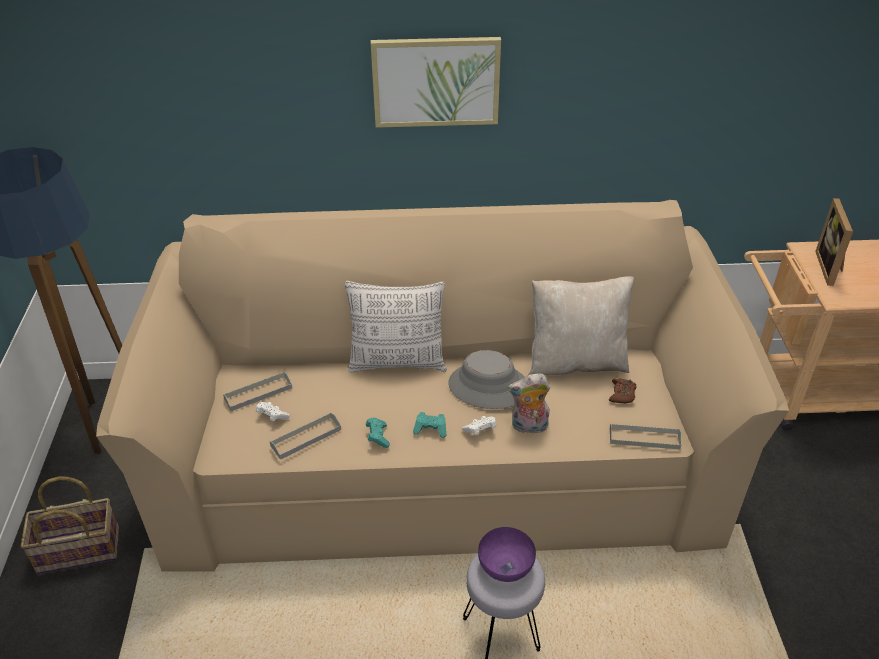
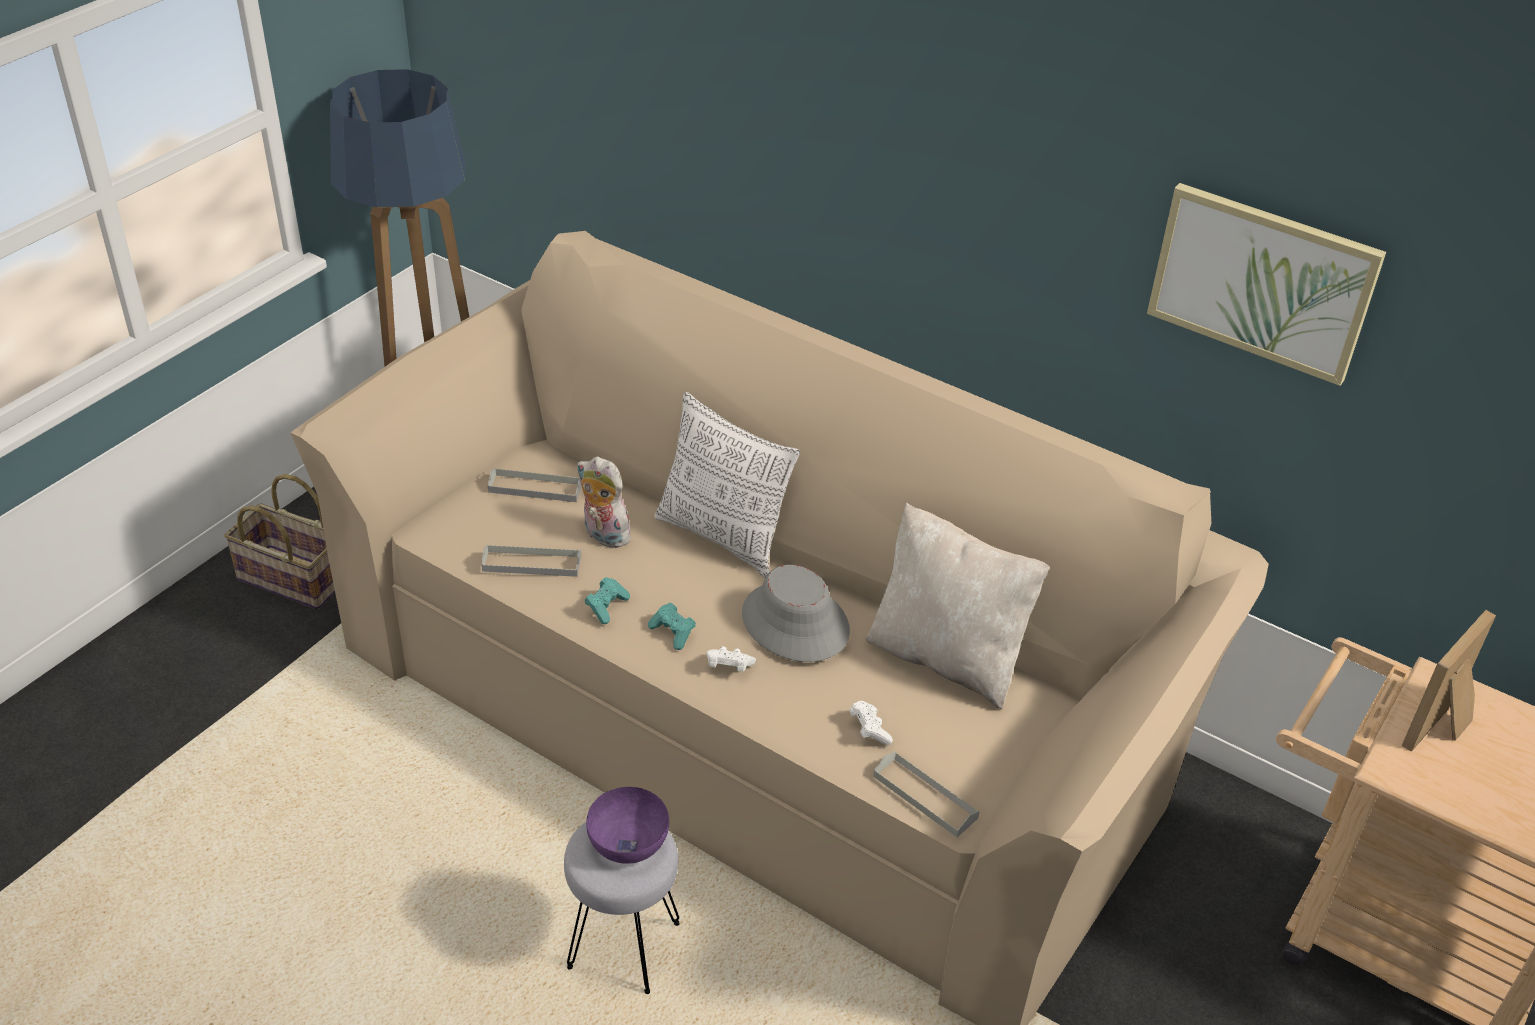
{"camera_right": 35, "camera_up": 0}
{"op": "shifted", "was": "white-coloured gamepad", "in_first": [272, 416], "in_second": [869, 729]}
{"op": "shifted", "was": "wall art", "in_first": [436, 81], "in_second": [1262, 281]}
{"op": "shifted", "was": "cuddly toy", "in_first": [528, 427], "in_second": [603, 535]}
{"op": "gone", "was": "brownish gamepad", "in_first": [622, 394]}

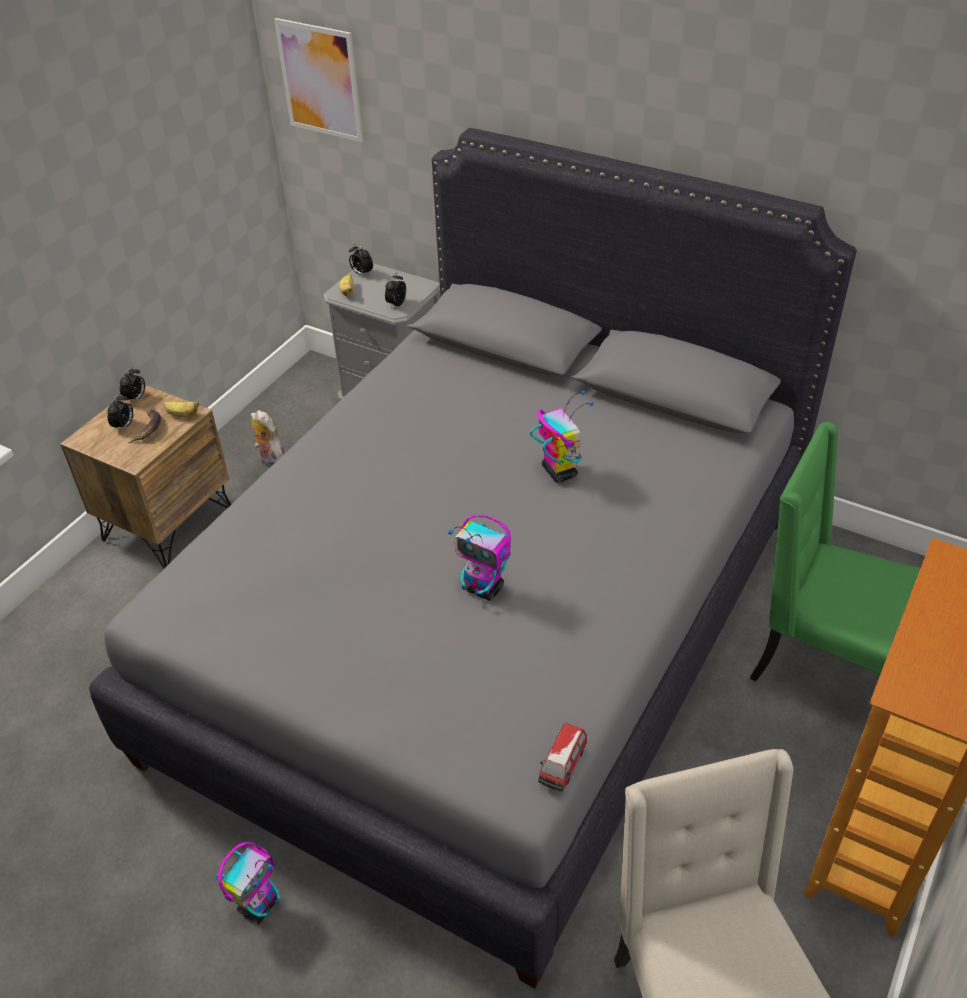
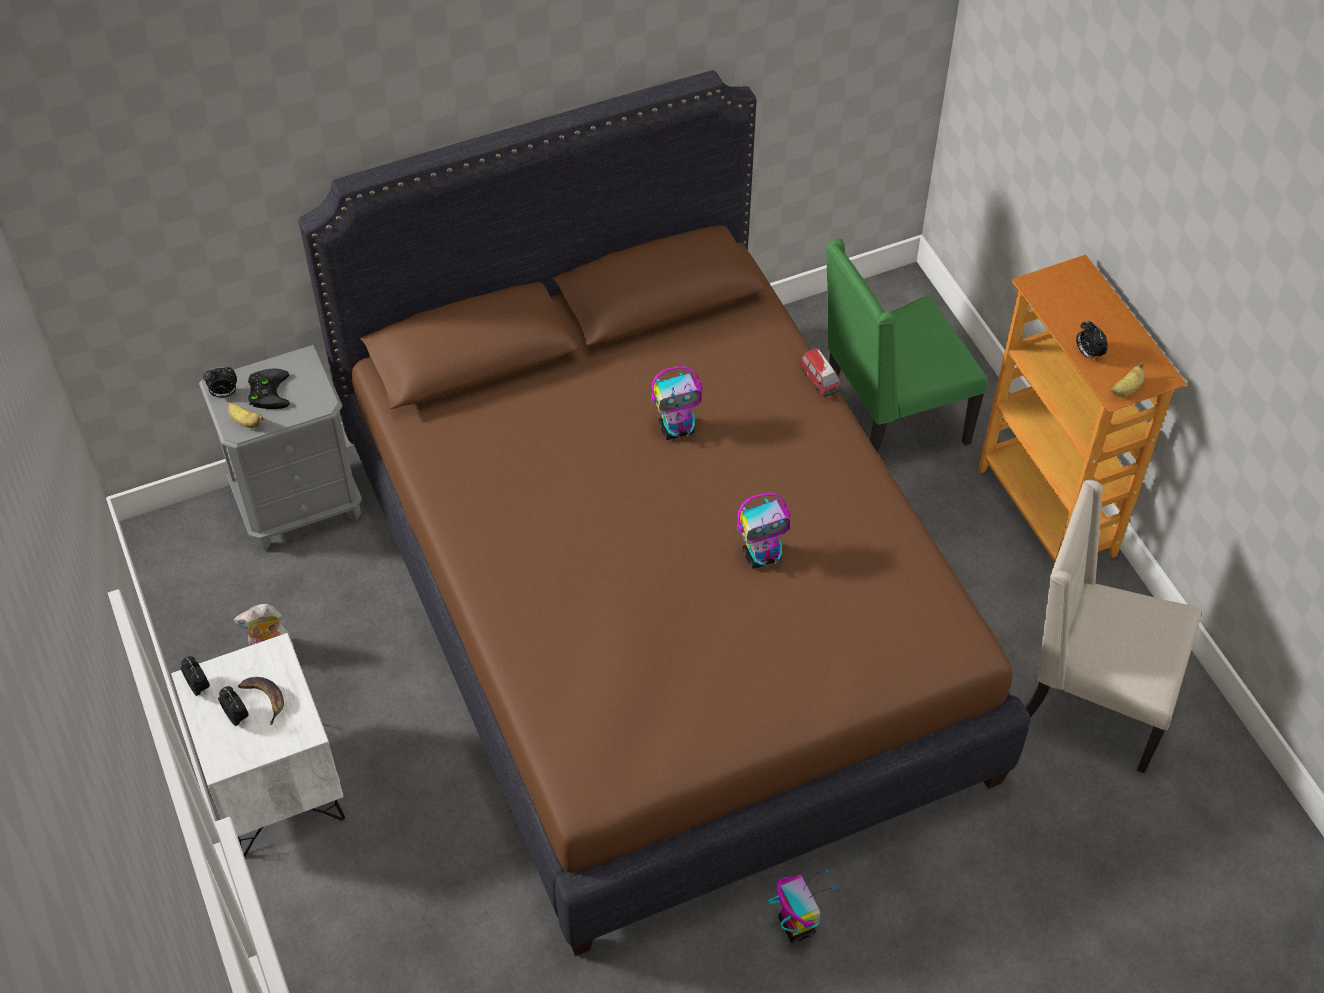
{"camera_right": -55, "camera_up": 10}
{"op": "repainted", "was": "brownish nightstand", "now": "white-coloured nightstand", "in_first": [167, 523], "in_second": [274, 787]}
{"op": "repainted", "was": "gray sleeping bed", "now": "brownish sleeping bed", "in_first": [488, 629], "in_second": [659, 609]}
{"op": "shifted", "was": "whole banana", "in_first": [182, 415], "in_second": [1126, 389]}
{"op": "gone", "was": "wall art", "in_first": [320, 80]}
{"op": "shifted", "was": "table clock", "in_first": [396, 304], "in_second": [1087, 353]}
{"op": "rotated", "was": "model robot", "in_first": [558, 471], "in_second": [677, 429], "clockwise": 150}
{"op": "shifted", "was": "model car", "in_first": [563, 766], "in_second": [820, 381]}
{"op": "new", "now": "blackish gamepad", "in_second": [267, 391]}

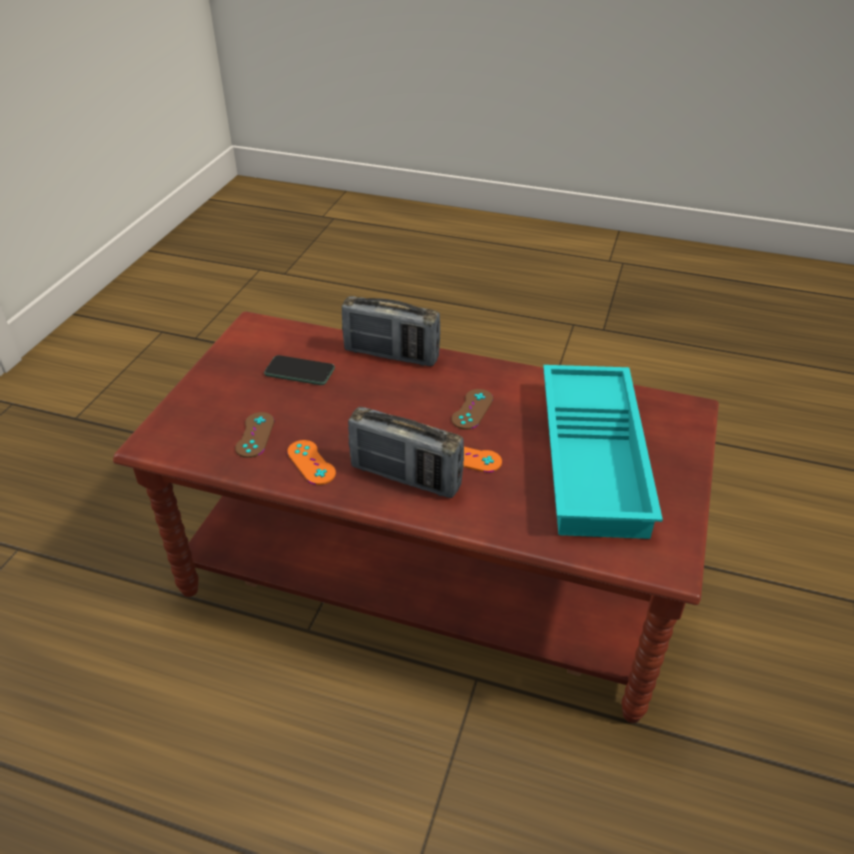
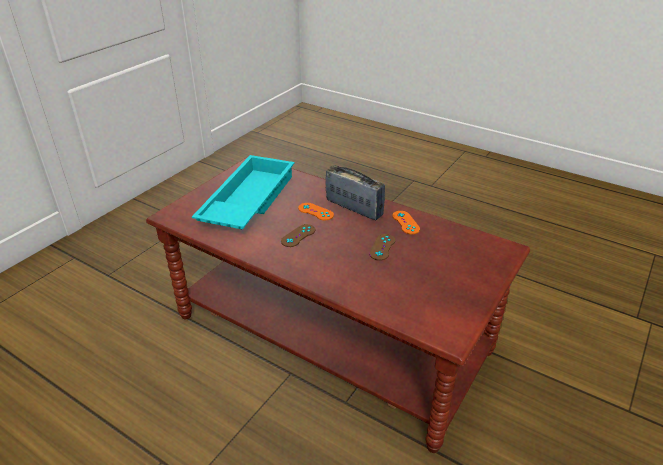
{"camera_right": -165, "camera_up": -5}
{"op": "shifted", "was": "brownish gamepad", "in_first": [255, 435], "in_second": [382, 247]}
{"op": "gone", "was": "handset", "in_first": [299, 371]}
{"op": "gone", "was": "radio", "in_first": [391, 355]}

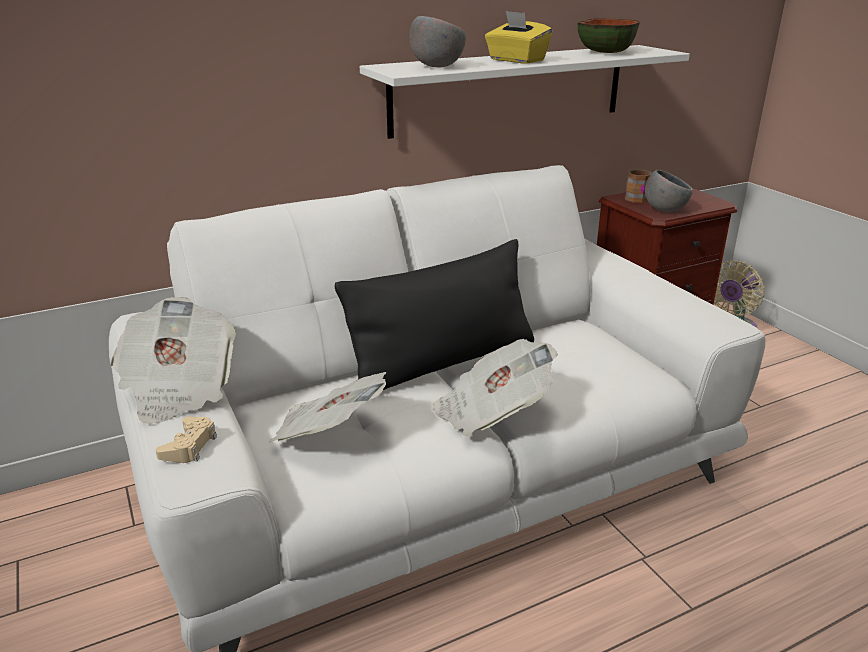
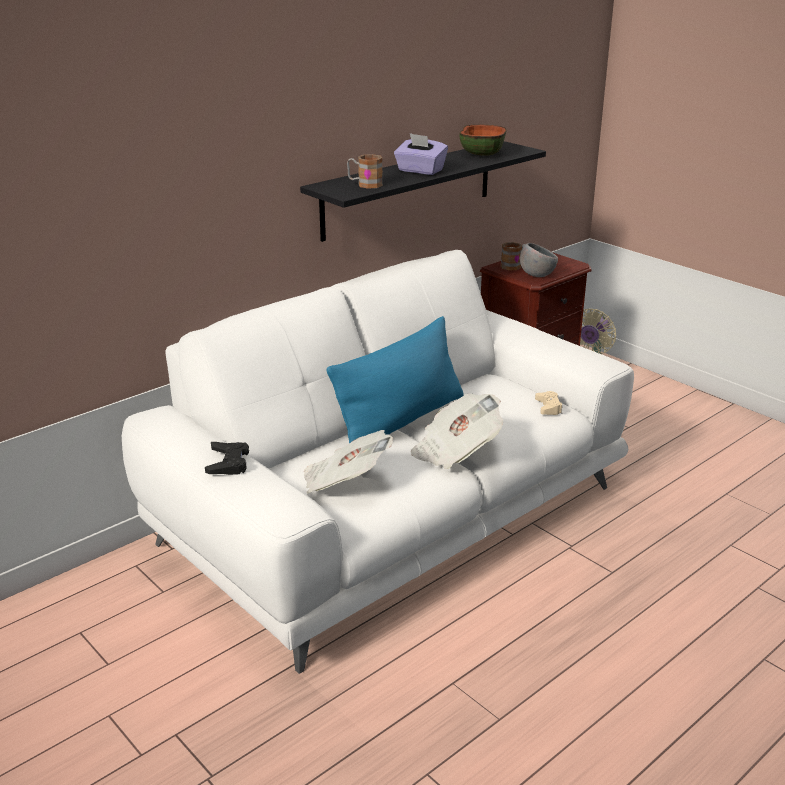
{"camera_right": -15, "camera_up": 0}
{"op": "swapped", "was": "newspaper", "now": "blackish gamepad", "in_first": [178, 388], "in_second": [228, 463]}
{"op": "shifted", "was": "sand-coloured gamepad", "in_first": [189, 446], "in_second": [548, 407]}
{"op": "repainted", "was": "blackish pillow", "now": "bluish pillow", "in_first": [443, 362], "in_second": [401, 421]}
{"op": "repainted", "was": "white-coloured wall shelf", "now": "blackish wall shelf", "in_first": [510, 89], "in_second": [408, 189]}
{"op": "swapped", "was": "gray serving bowl", "now": "tea mug", "in_first": [436, 67], "in_second": [365, 184]}
{"op": "repainted", "was": "yellow box of tissues", "now": "purplish box of tissues", "in_first": [516, 60], "in_second": [420, 170]}

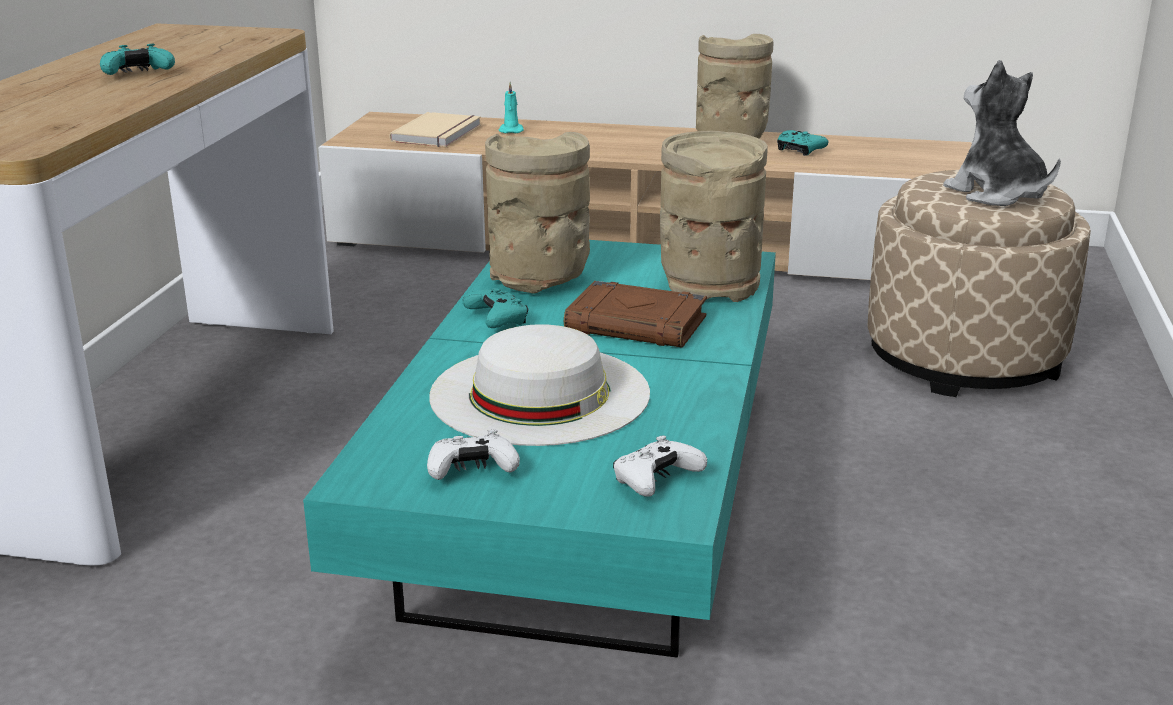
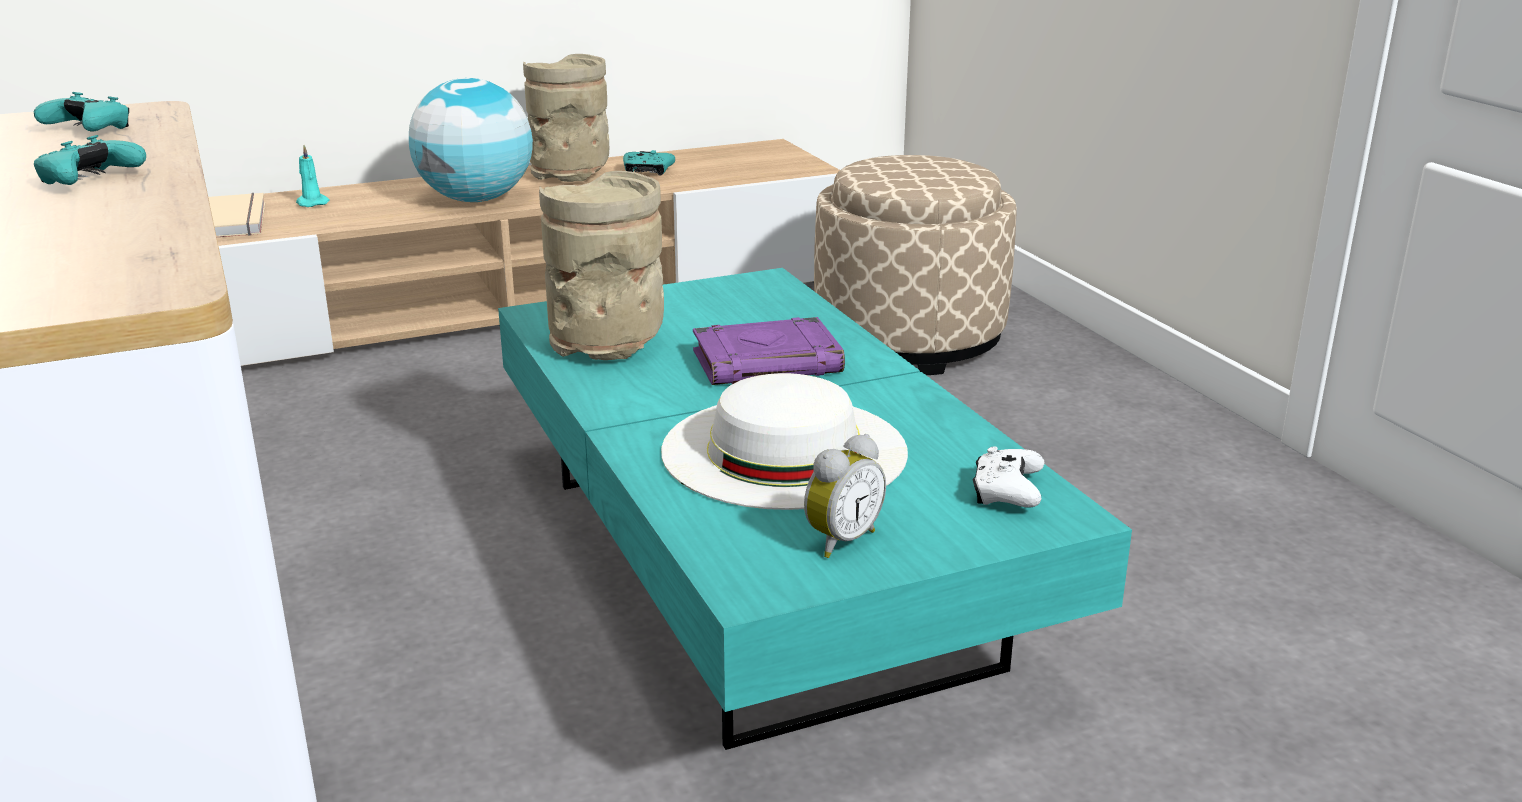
{"camera_right": -35, "camera_up": 0}
{"op": "swapped", "was": "white-coloured gamepad", "now": "table clock", "in_first": [472, 470], "in_second": [839, 540]}
{"op": "shifted", "was": "turquoise gamepad", "in_first": [497, 320], "in_second": [89, 130]}
{"op": "repainted", "was": "brownish bound book", "now": "purplish bound book", "in_first": [638, 324], "in_second": [768, 362]}
{"op": "gone", "was": "sand-coloured decorative vase", "in_first": [709, 284]}
{"op": "gone", "was": "cuddly toy", "in_first": [997, 194]}
{"op": "new", "now": "desk globe", "in_second": [476, 199]}

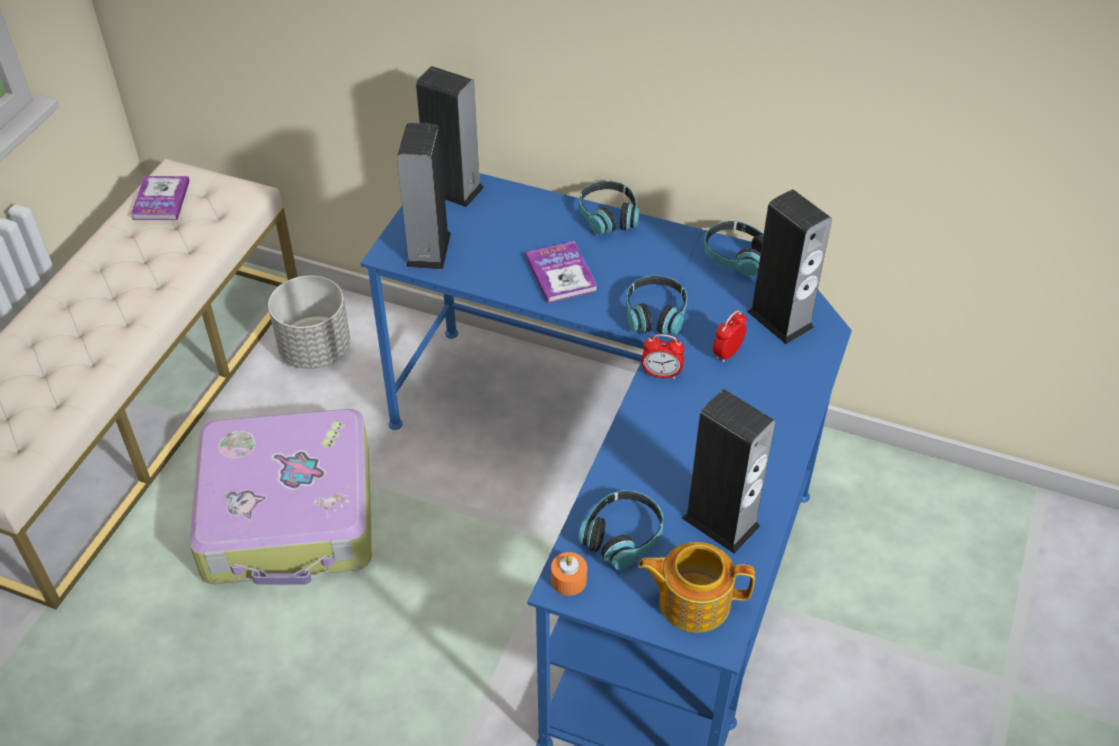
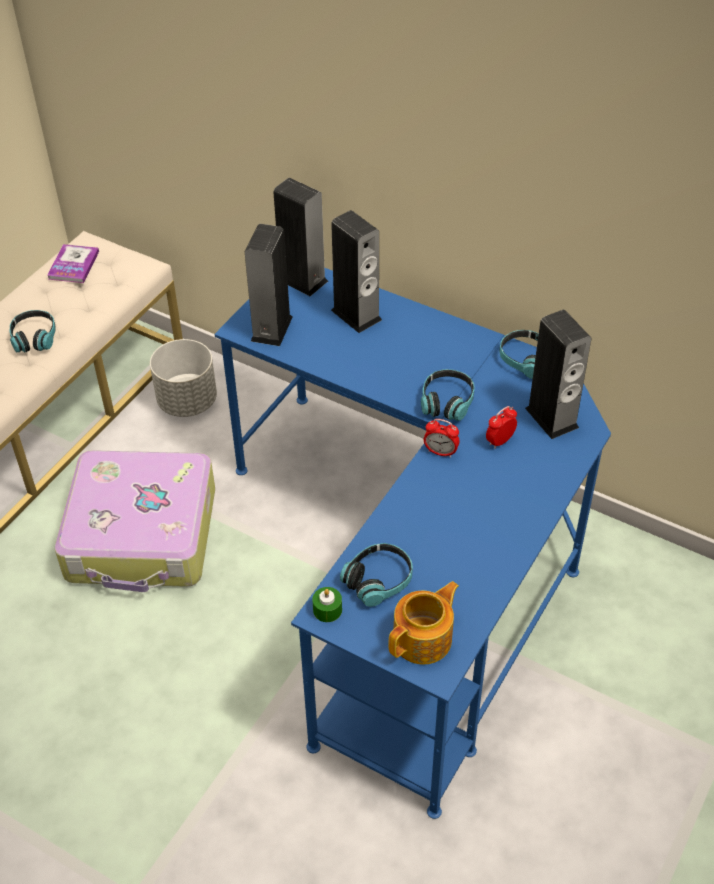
{"camera_right": 10, "camera_up": 0}
{"op": "gone", "was": "bound book", "in_first": [561, 274]}
{"op": "repainted", "was": "orange-coloured wax light", "now": "greenish wax light", "in_first": [569, 580], "in_second": [327, 610]}
{"op": "shifted", "was": "pair of headphones", "in_first": [608, 216], "in_second": [34, 338]}
{"op": "rotated", "was": "pot for tea", "in_first": [692, 600], "in_second": [424, 639], "clockwise": 120}
{"op": "shifted", "was": "speaker", "in_first": [720, 522], "in_second": [356, 315]}

